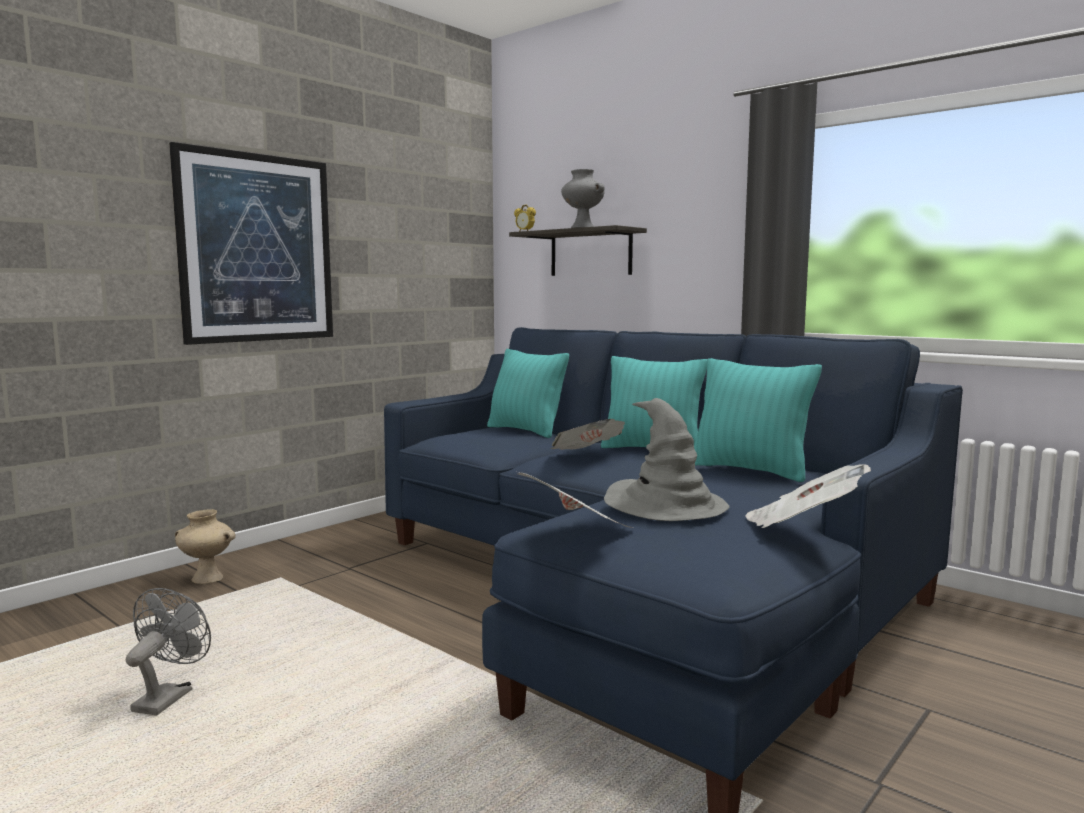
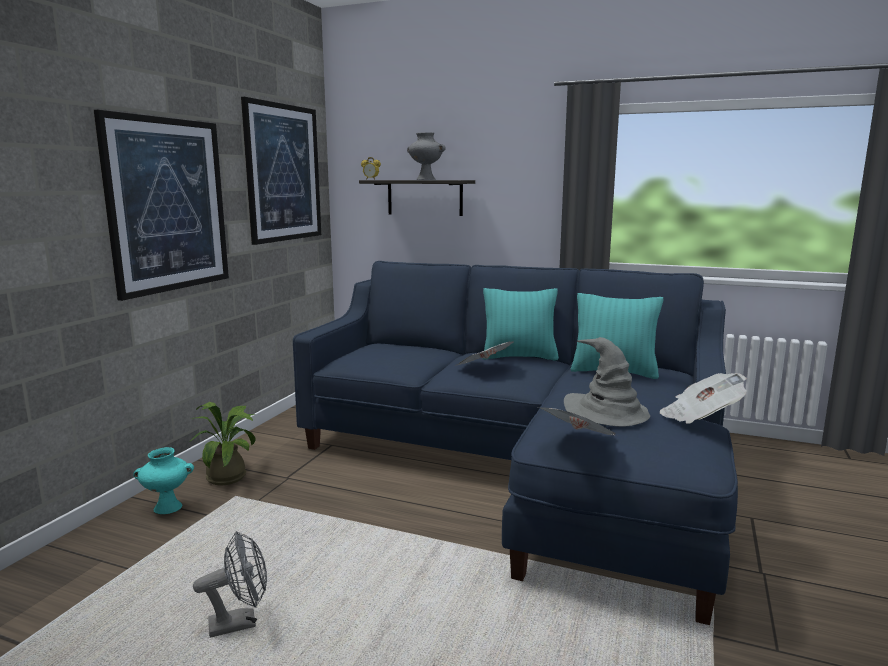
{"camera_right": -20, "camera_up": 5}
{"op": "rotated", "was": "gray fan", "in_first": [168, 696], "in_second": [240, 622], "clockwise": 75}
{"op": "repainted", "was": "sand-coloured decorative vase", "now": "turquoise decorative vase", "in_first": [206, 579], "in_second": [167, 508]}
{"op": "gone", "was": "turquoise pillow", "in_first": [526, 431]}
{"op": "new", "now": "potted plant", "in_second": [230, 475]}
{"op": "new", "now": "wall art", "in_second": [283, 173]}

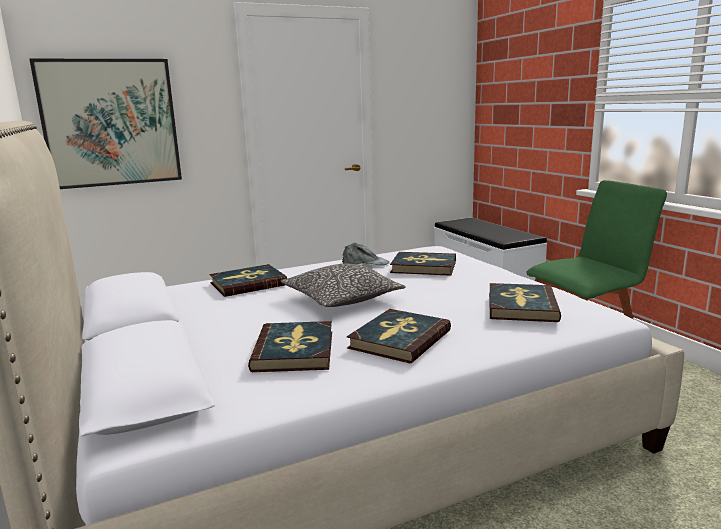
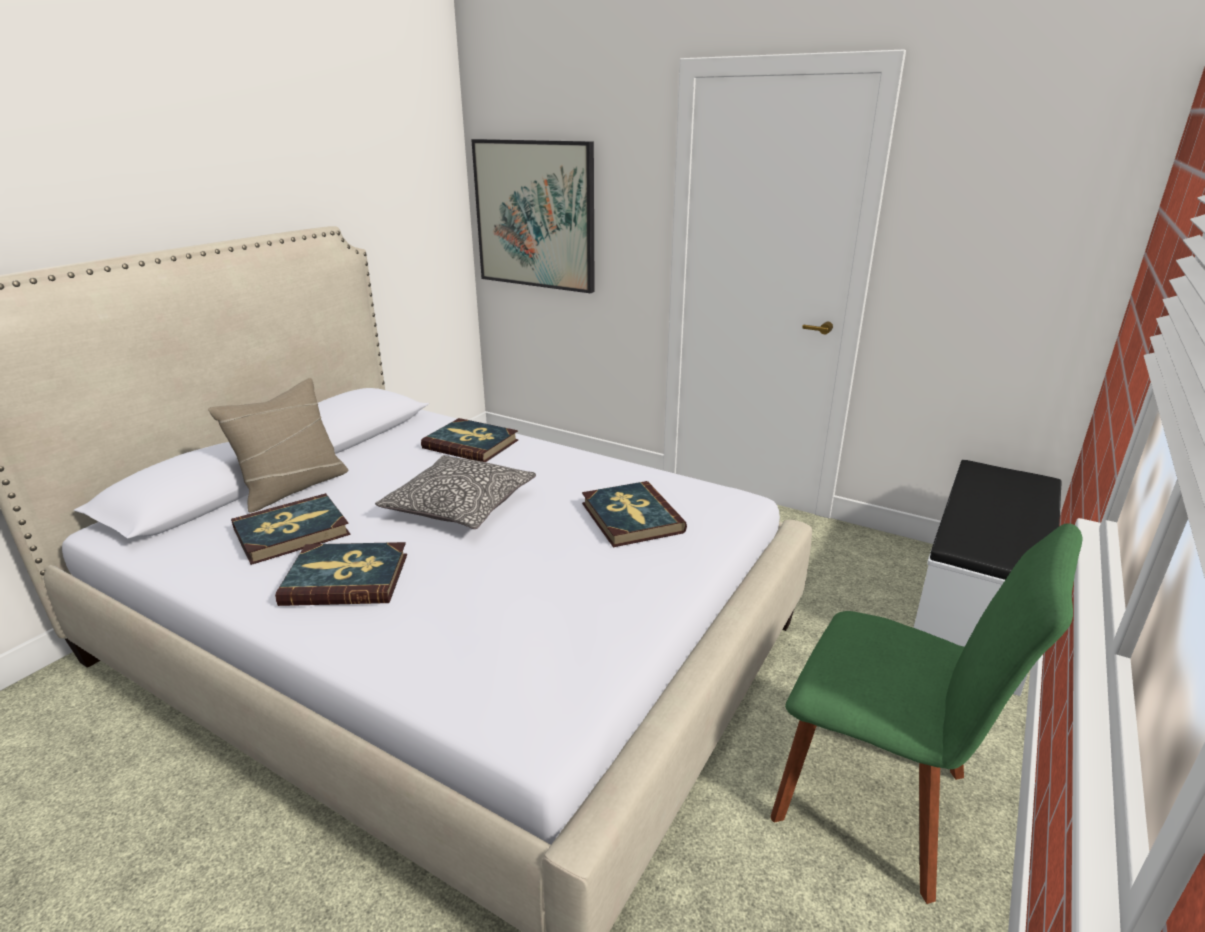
{"camera_right": 55, "camera_up": 10}
{"op": "gone", "was": "gray peaked cap", "in_first": [365, 263]}
{"op": "gone", "was": "bound book", "in_first": [521, 306]}
{"op": "new", "now": "sand-coloured pillow", "in_second": [293, 487]}

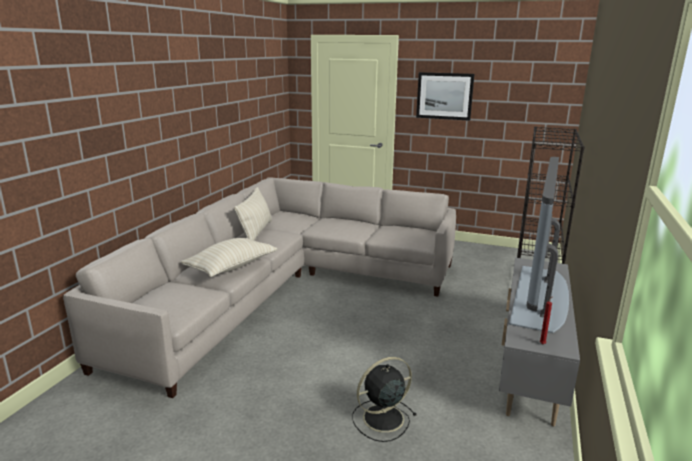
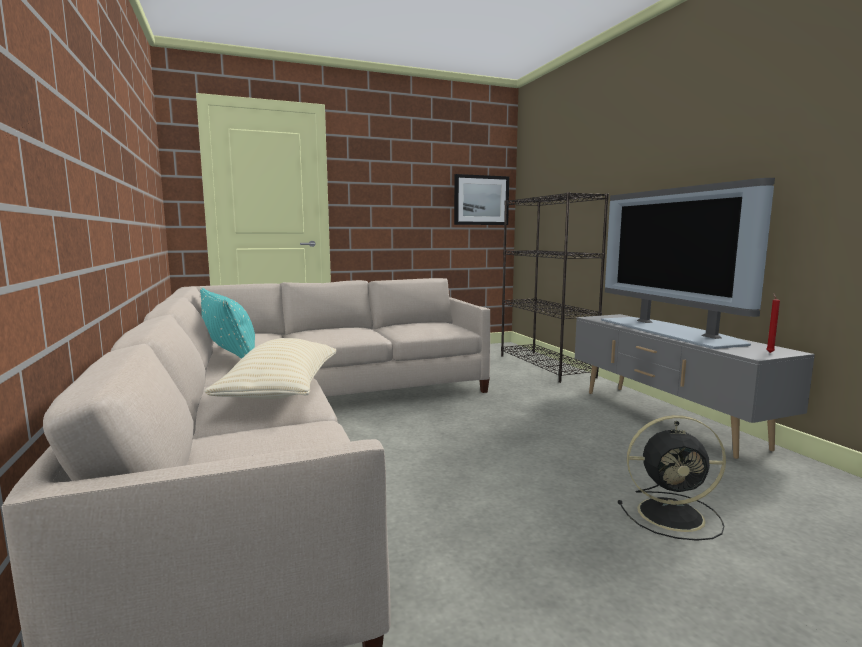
{"camera_right": -40, "camera_up": -10}
{"op": "repainted", "was": "sand-coloured pillow", "now": "turquoise pillow", "in_first": [255, 232], "in_second": [230, 355]}
{"op": "rotated", "was": "blackish fan", "in_first": [381, 419], "in_second": [673, 515], "clockwise": -105}
{"op": "shifted", "was": "wall art", "in_first": [444, 96], "in_second": [481, 200]}

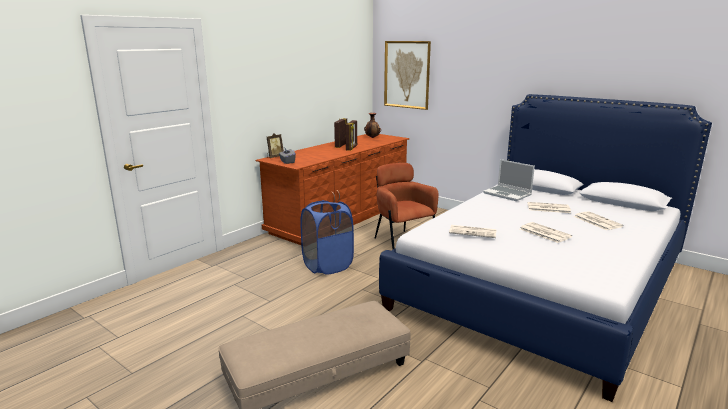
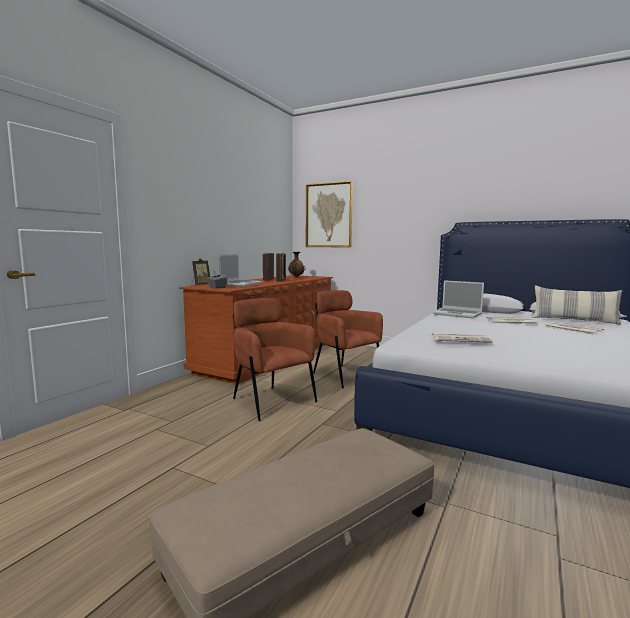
{"camera_right": -10, "camera_up": -10}
{"op": "swapped", "was": "bluish laundry basket", "now": "brownish lounge chair", "in_first": [327, 266], "in_second": [270, 401]}
{"op": "gone", "was": "newspaper", "in_first": [544, 233]}
{"op": "new", "now": "laptop", "in_second": [241, 284]}
{"op": "new", "now": "pillow", "in_second": [574, 320]}

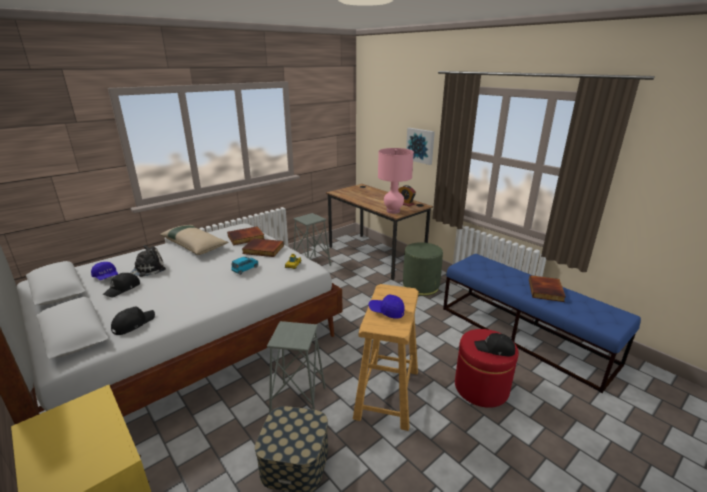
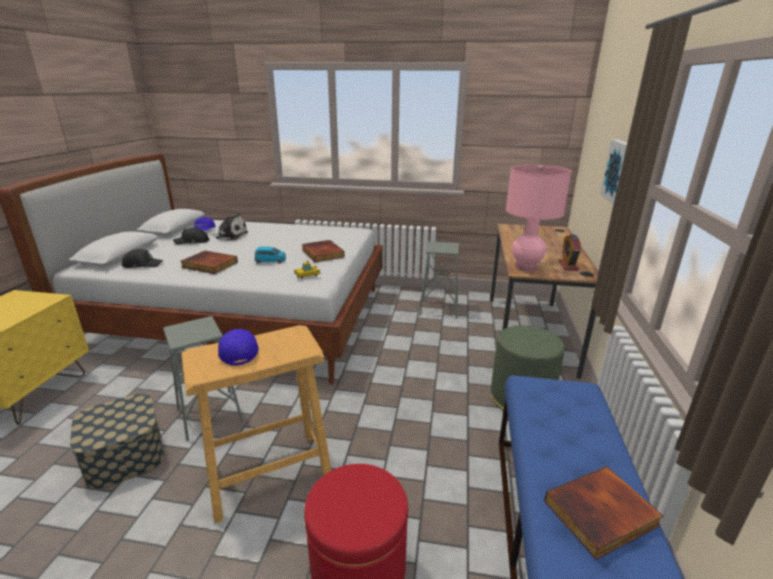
{"camera_right": 50, "camera_up": 0}
{"op": "gone", "was": "sand-coloured pillow", "in_first": [195, 245]}
{"op": "shifted", "was": "bound book", "in_first": [246, 238], "in_second": [209, 265]}
{"op": "gone", "was": "blackish peaked cap", "in_first": [495, 349]}

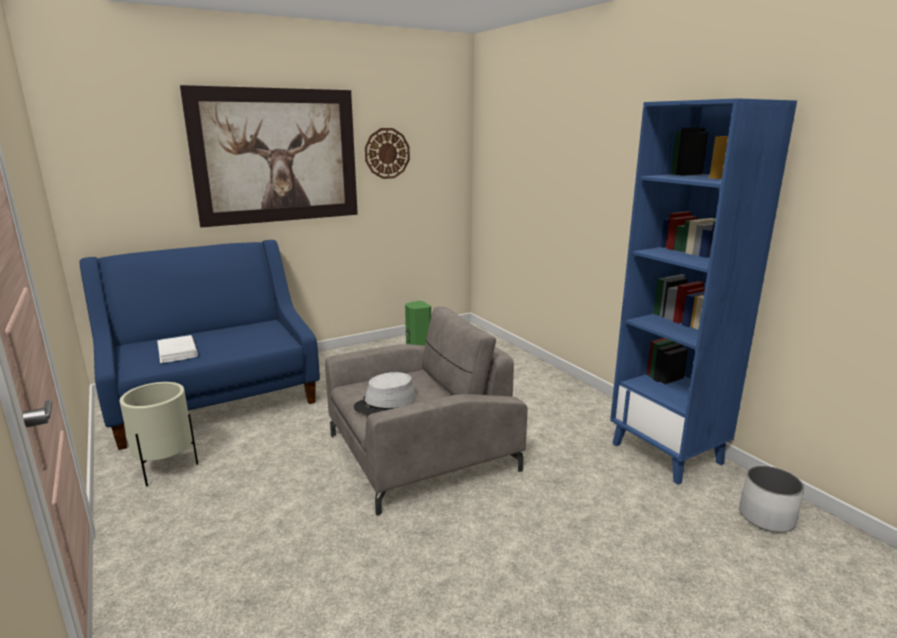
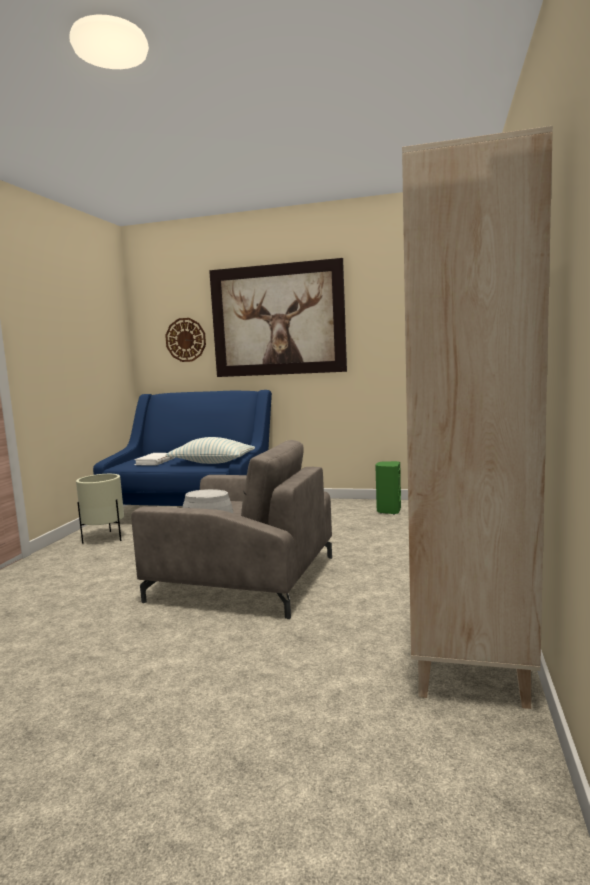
{"camera_right": 45, "camera_up": -10}
{"op": "shifted", "was": "clock on the wall", "in_first": [387, 153], "in_second": [186, 340]}
{"op": "repainted", "was": "bluish shelving unit", "now": "sand-coloured shelving unit", "in_first": [667, 453], "in_second": [471, 667]}
{"op": "gone", "was": "white-coloured flower pot", "in_first": [767, 517]}
{"op": "new", "now": "pillow", "in_second": [212, 463]}

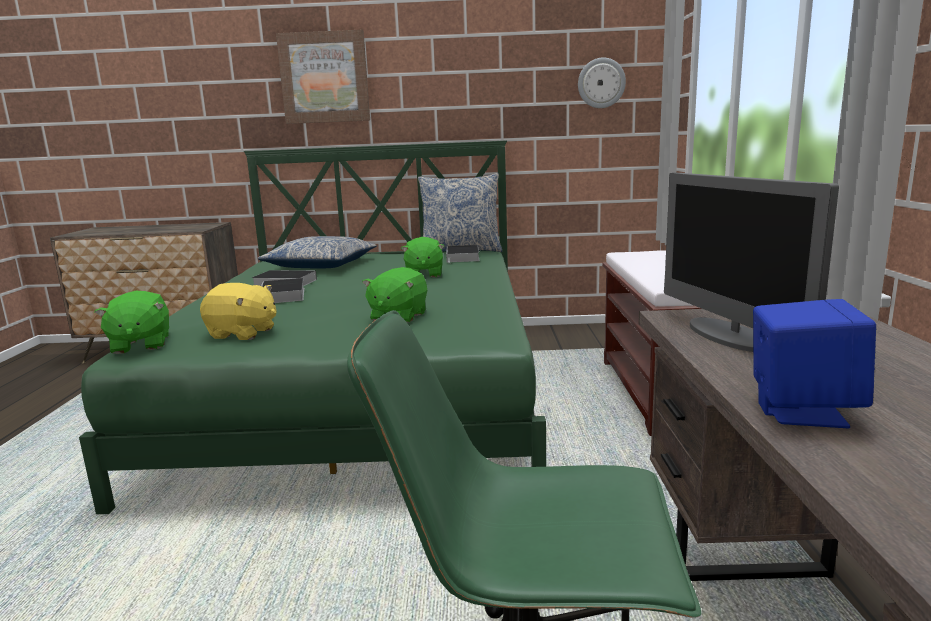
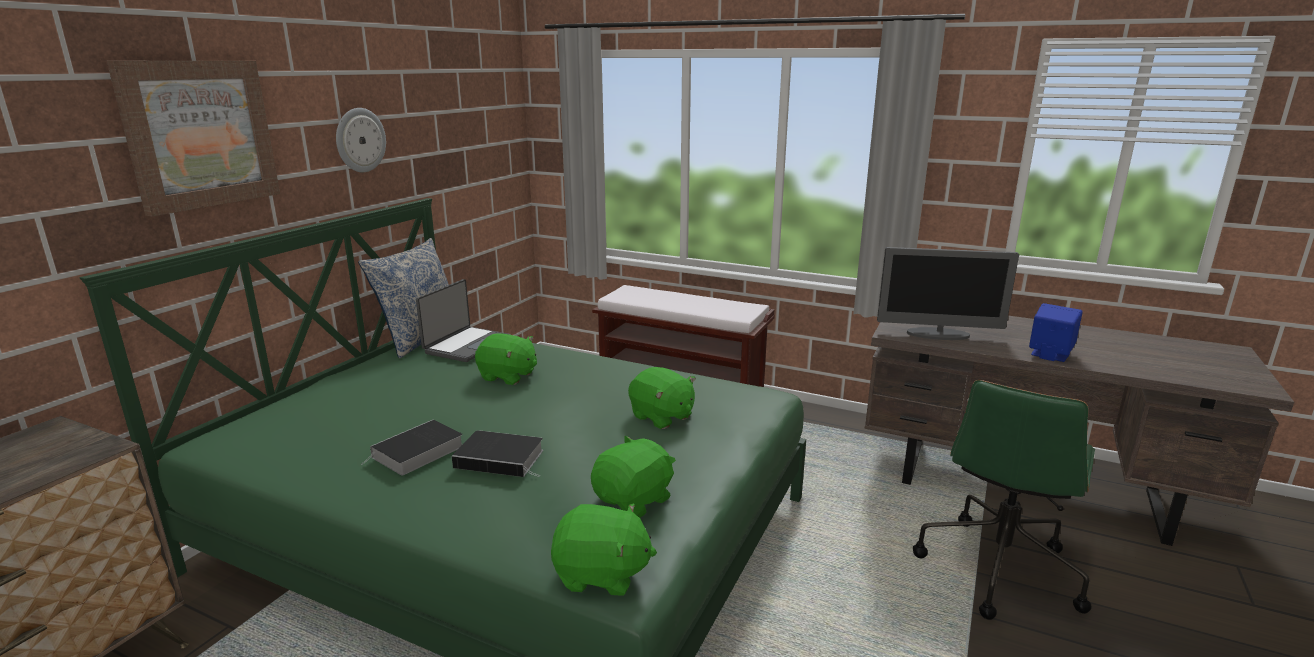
{"camera_right": -65, "camera_up": 5}
{"op": "repainted", "was": "yellow cuddly toy", "now": "greenish cuddly toy", "in_first": [242, 333], "in_second": [634, 500]}
{"op": "gone", "was": "pillow", "in_first": [321, 265]}
{"op": "swapped", "was": "bound book", "now": "laptop", "in_first": [463, 257], "in_second": [466, 345]}
{"op": "shifted", "was": "clock on the wall", "in_first": [601, 83], "in_second": [360, 140]}

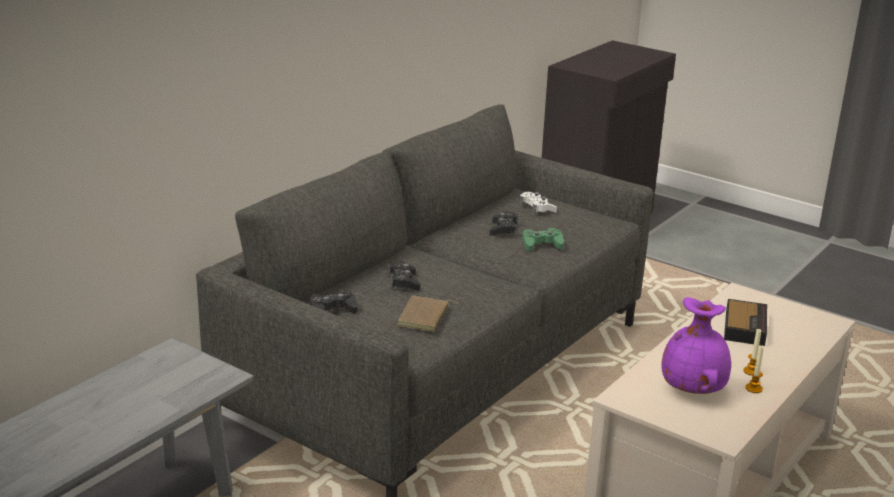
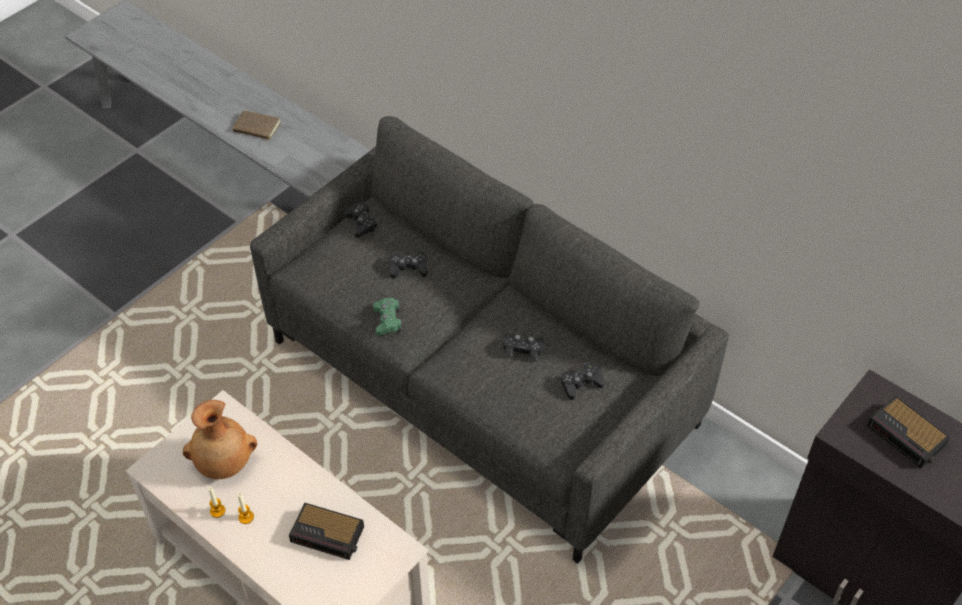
{"camera_right": 95, "camera_up": 25}
{"op": "shifted", "was": "brownish bound book", "in_first": [425, 317], "in_second": [256, 128]}
{"op": "repainted", "was": "white-coloured gamepad", "now": "blackish gamepad", "in_first": [537, 208], "in_second": [581, 383]}
{"op": "shifted", "was": "greenish gamepad", "in_first": [541, 244], "in_second": [387, 320]}
{"op": "repainted", "was": "purplish decorative vase", "now": "brownish decorative vase", "in_first": [693, 389], "in_second": [224, 463]}
{"op": "new", "now": "table clock", "in_second": [907, 436]}

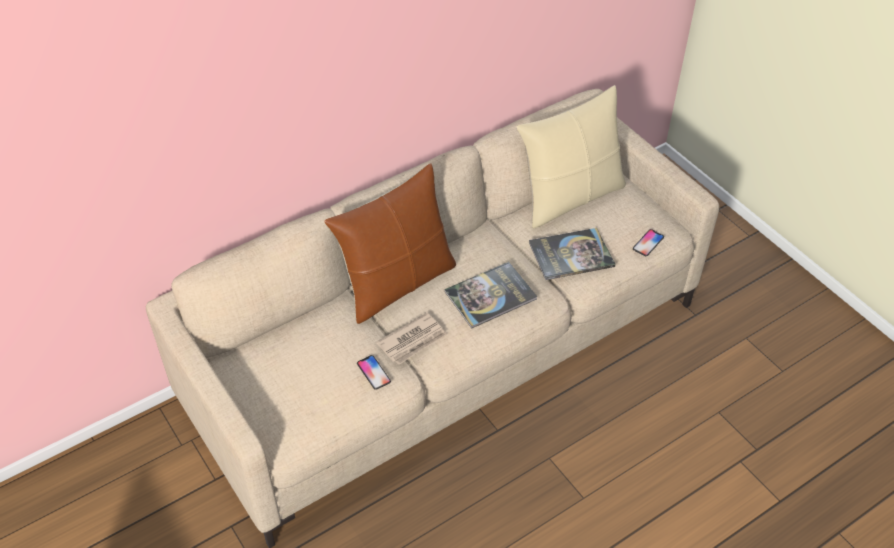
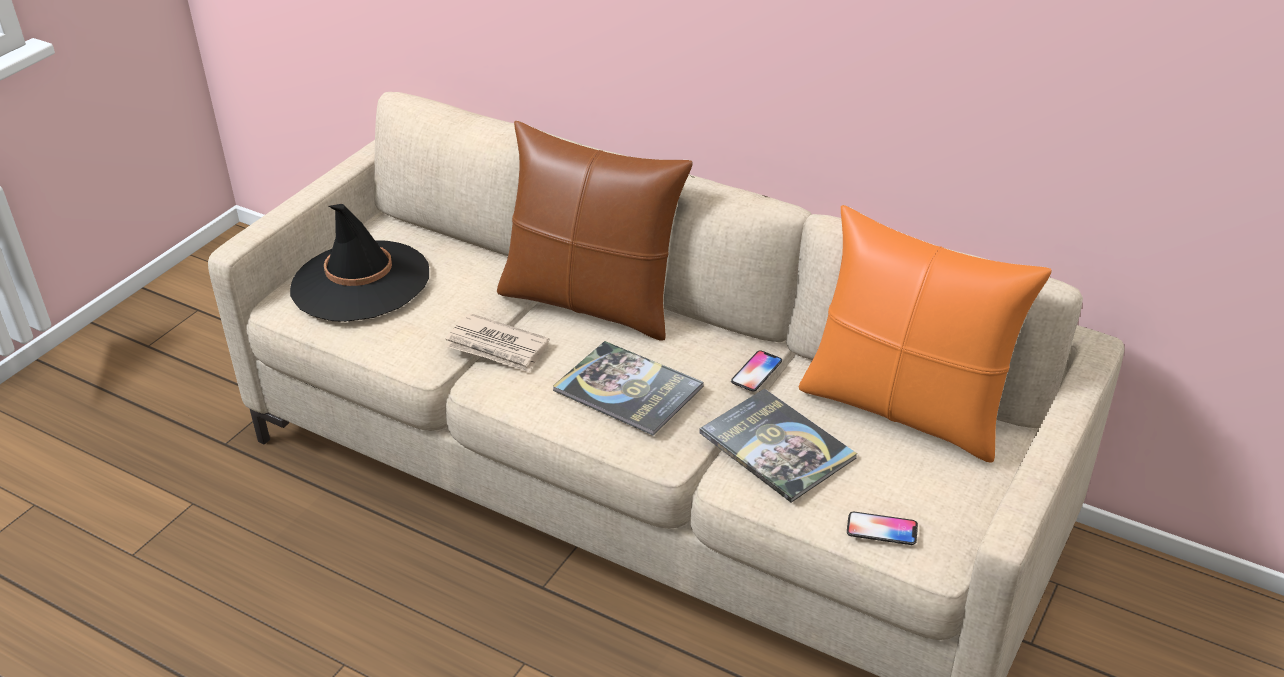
{"camera_right": 65, "camera_up": -10}
{"op": "shifted", "was": "handset", "in_first": [373, 373], "in_second": [756, 372]}
{"op": "repainted", "was": "sand-coloured pillow", "now": "orange-coloured pillow", "in_first": [569, 197], "in_second": [905, 408]}
{"op": "new", "now": "blackish hat", "in_second": [360, 282]}

